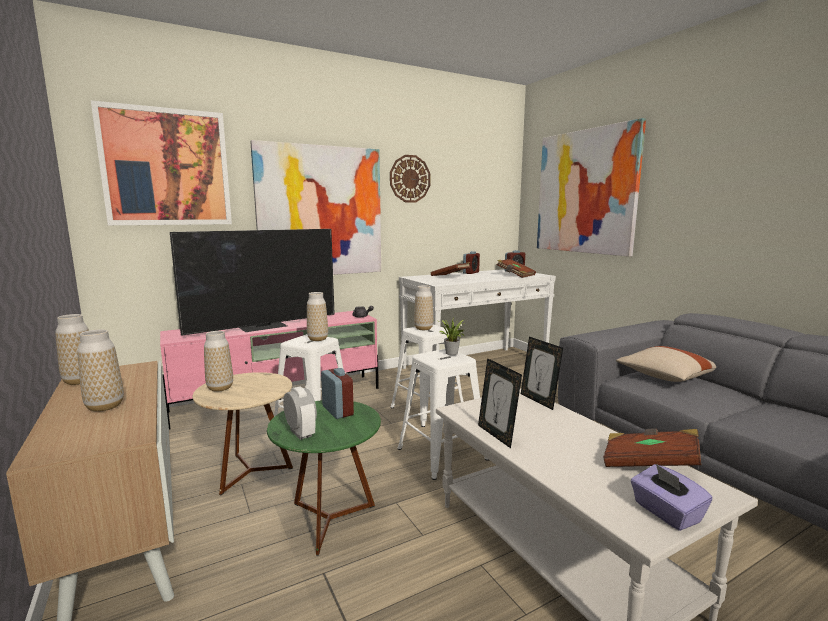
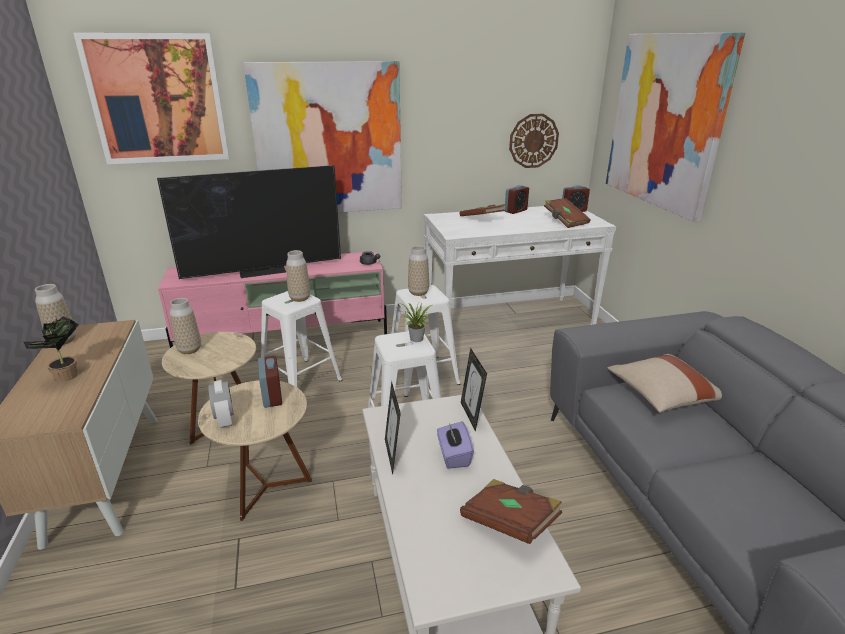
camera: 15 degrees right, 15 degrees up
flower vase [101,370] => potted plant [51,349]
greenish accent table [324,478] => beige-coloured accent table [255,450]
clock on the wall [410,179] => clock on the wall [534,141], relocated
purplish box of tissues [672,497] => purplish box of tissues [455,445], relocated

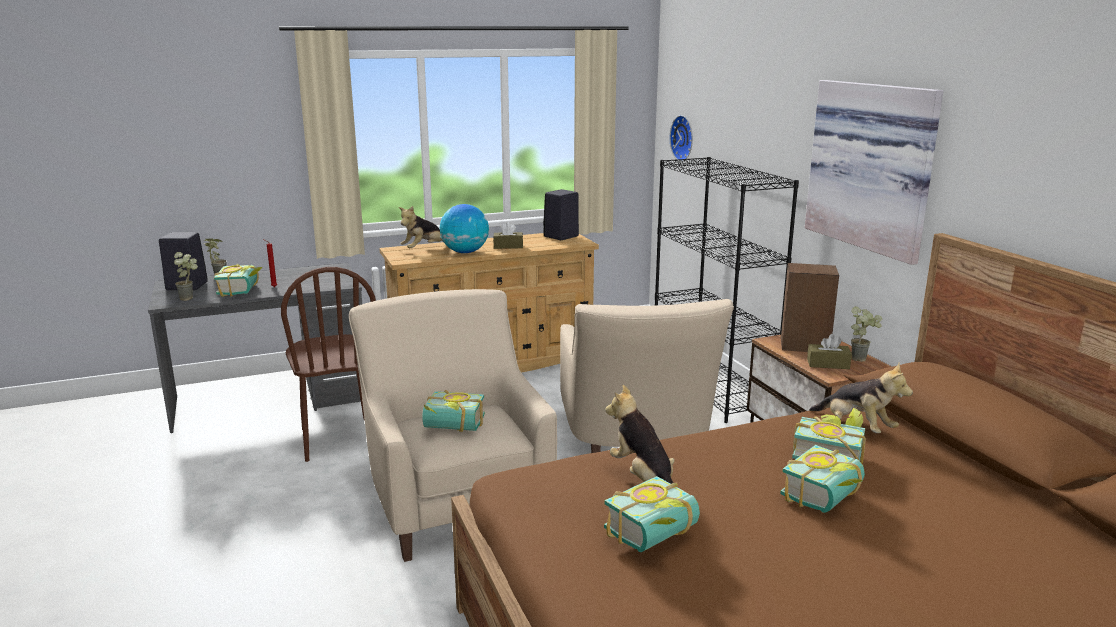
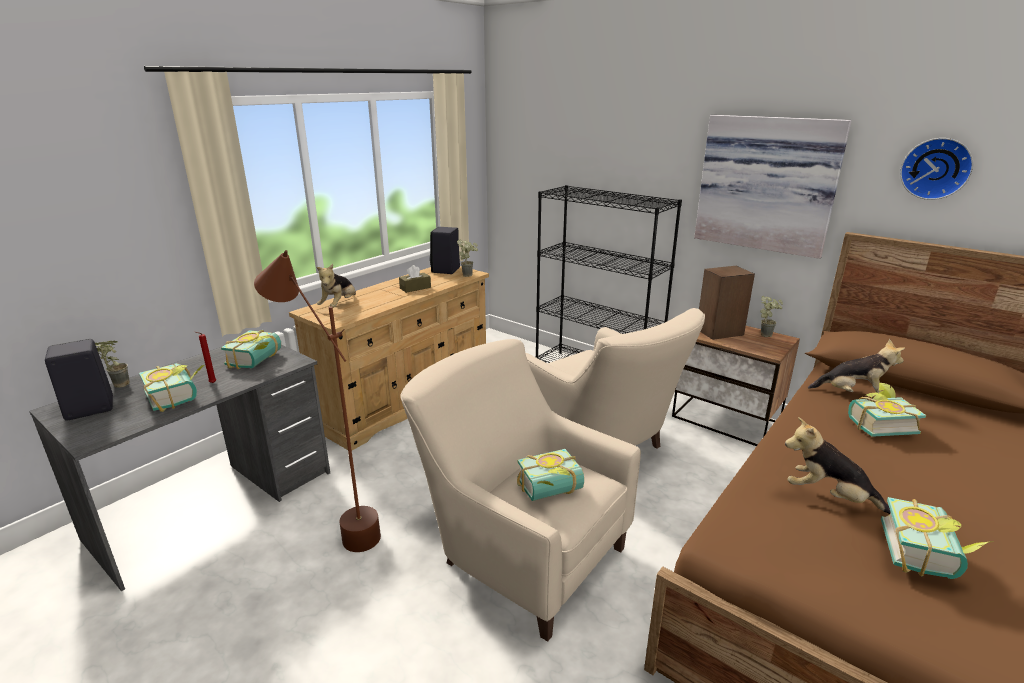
camera: 30 degrees left, 5 degrees up
potted plant [186,276] => potted plant [467,258], relocated
brownish plain chair [328,364] => brownish floor lamp [317,401]
desk globe [464,228] => nothing
clock on the wall [681,138] => clock on the wall [937,169], relocated
bound book [822,479] => bound book [251,349], relocated
brownish box of tissues [829,351] => nothing

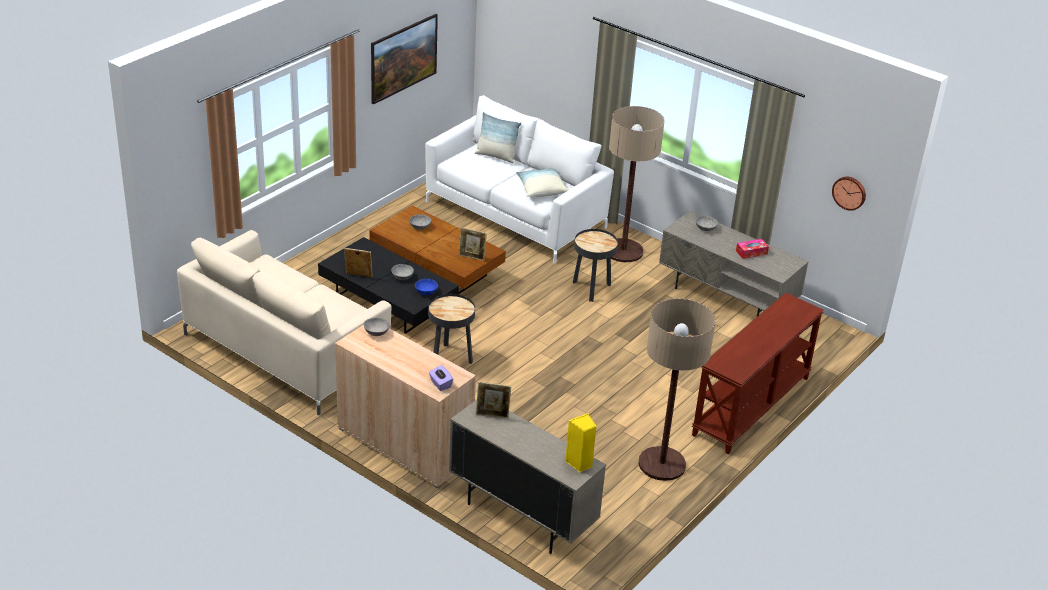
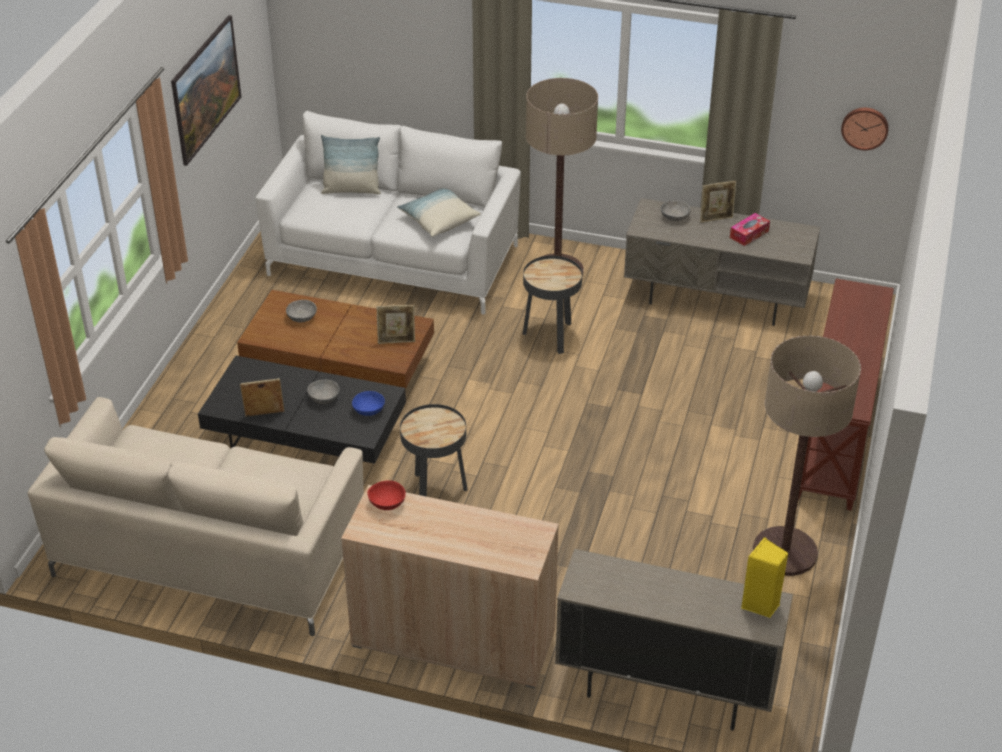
camera: 20 degrees left, 5 degrees up
gray deep dish [376,327] => red deep dish [386,495]
purplish box of tissues [441,378] => nothing
standing frame [493,400] => standing frame [718,202], relocated

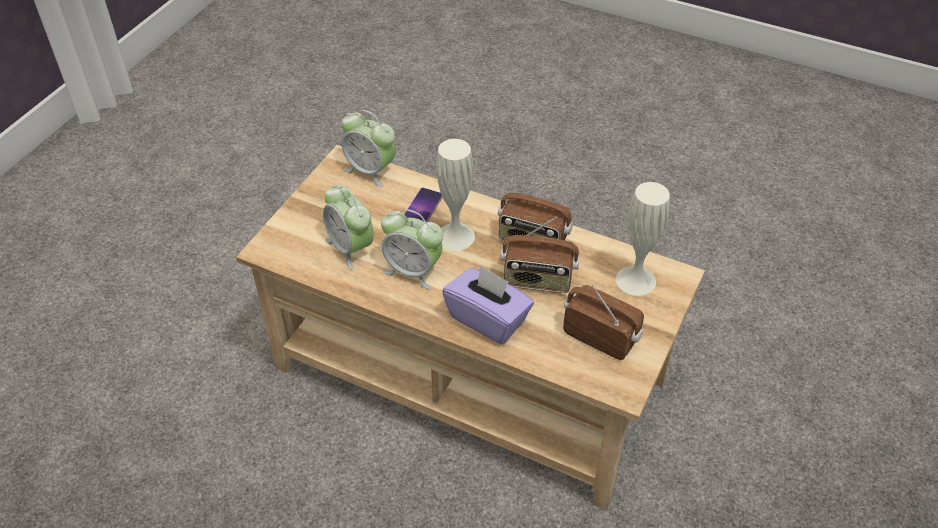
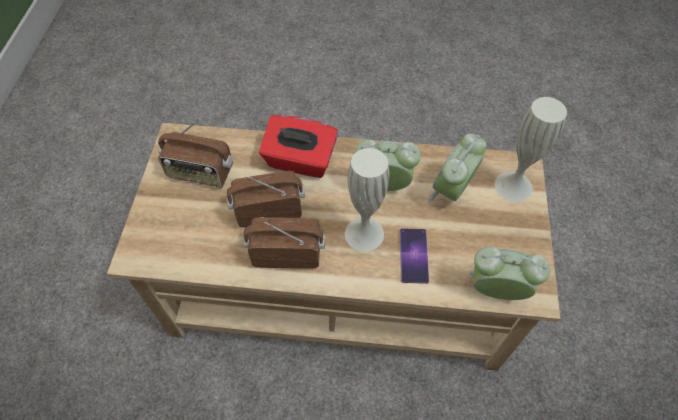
camera: 160 degrees right, 10 degrees up
alarm clock [348,227] => alarm clock [457,168], 90 degrees counterclockwise
purplish box of tissues [488,305] => red box of tissues [298,146]
white-coloured flower vase [643,239] => white-coloured flower vase [531,149], relocated

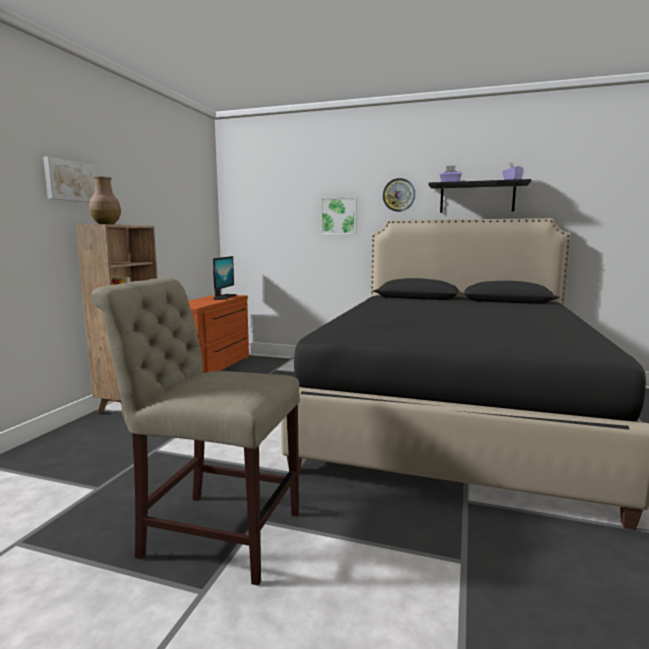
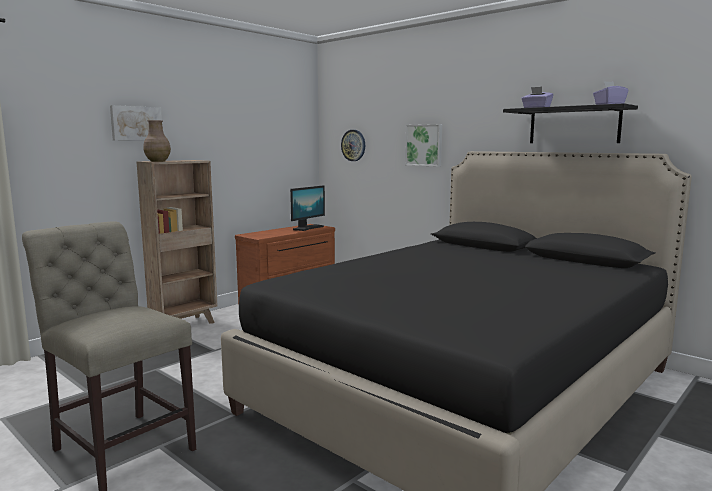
camera: 25 degrees right, 0 degrees up
clock on the wall [399,195] => clock on the wall [353,145], relocated

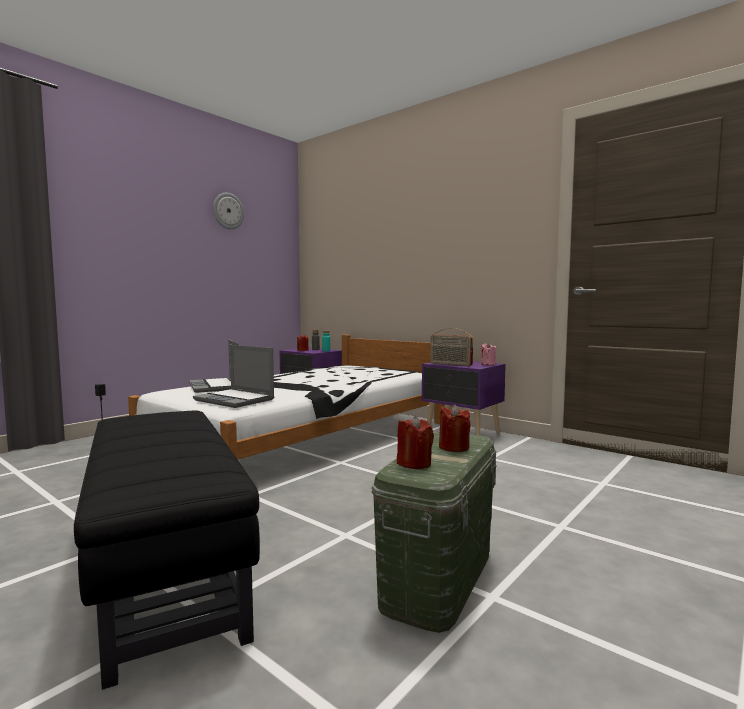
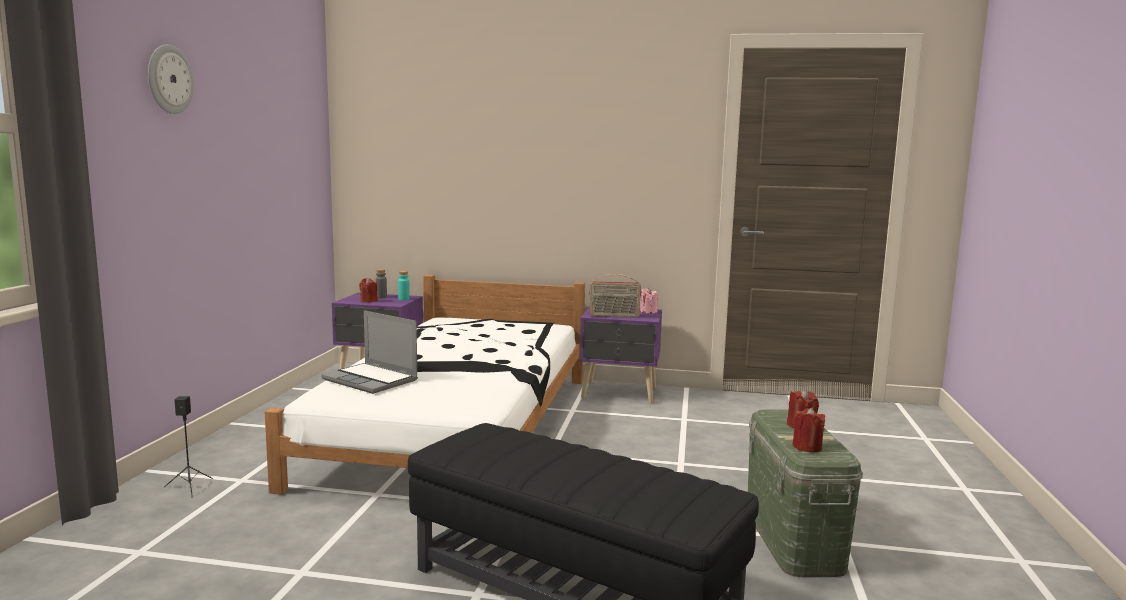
camera: 30 degrees left, 5 degrees up
portable computer [234,376] => nothing
clock on the wall [228,211] => clock on the wall [171,79], relocated

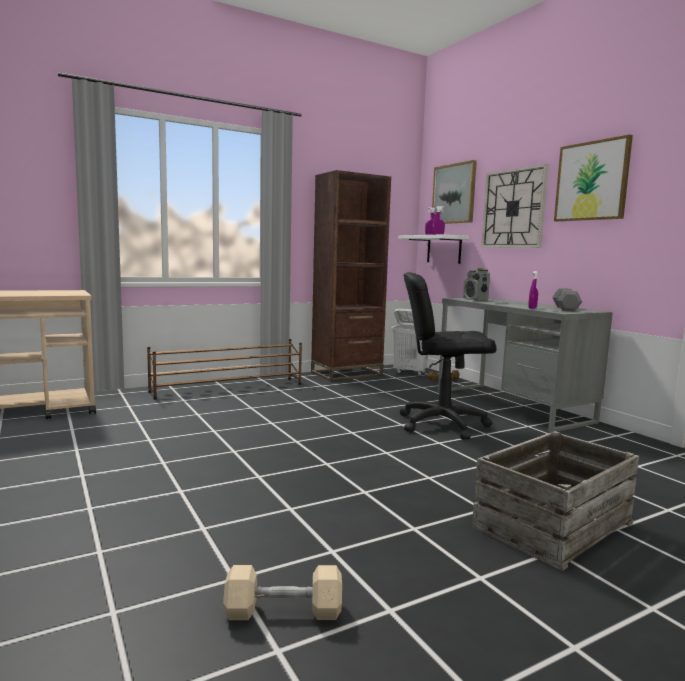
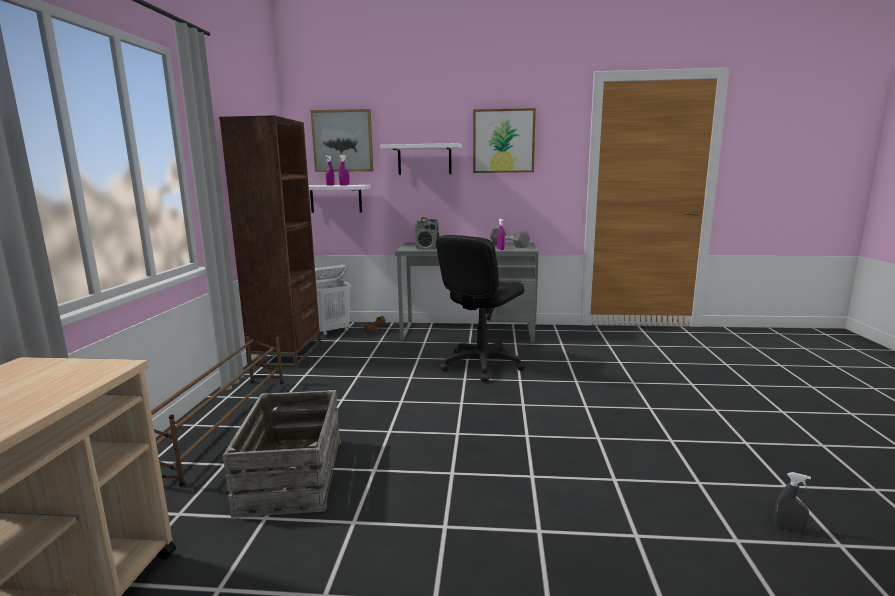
camera: 55 degrees left, 5 degrees up
beige-coloured free weight [282,592] => gray sprayer [792,502]
shipping crate [555,501] => shipping crate [282,454], relocated
clock on the wall [515,206] => white-coloured bracket shelf [421,159]

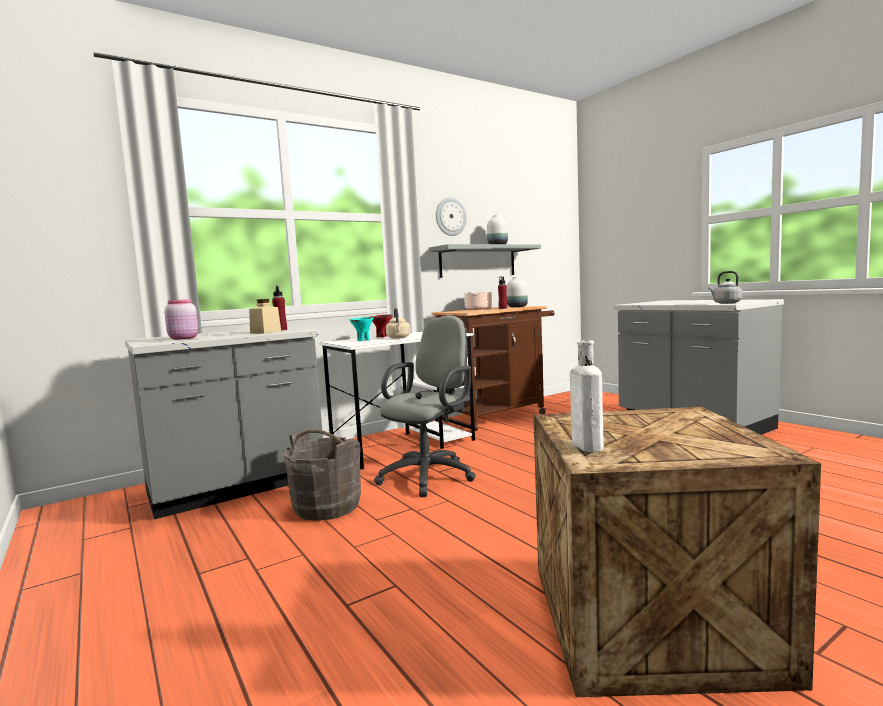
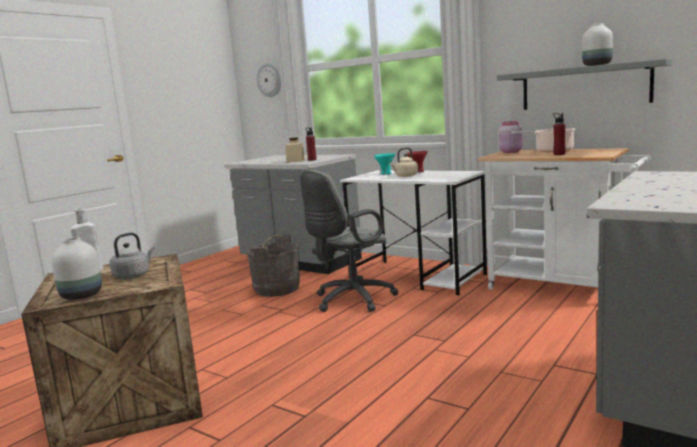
camera: 70 degrees right, 5 degrees up
pink-coloured preserve jar [181,319] => pink-coloured preserve jar [510,137], relocated
gray computer chair [425,406] => gray computer chair [349,241], 120 degrees clockwise
brownish trolley [493,368] => white-coloured trolley [564,219]
clock on the wall [451,216] => clock on the wall [269,80], relocated
white-coloured flower vase [517,292] => white-coloured flower vase [77,268], relocated
gray tea kettle [725,287] => gray tea kettle [132,255], relocated

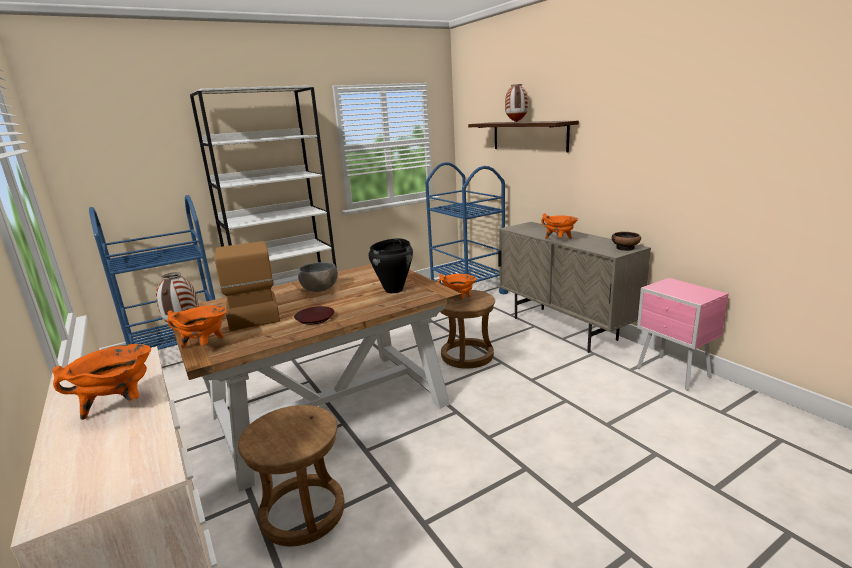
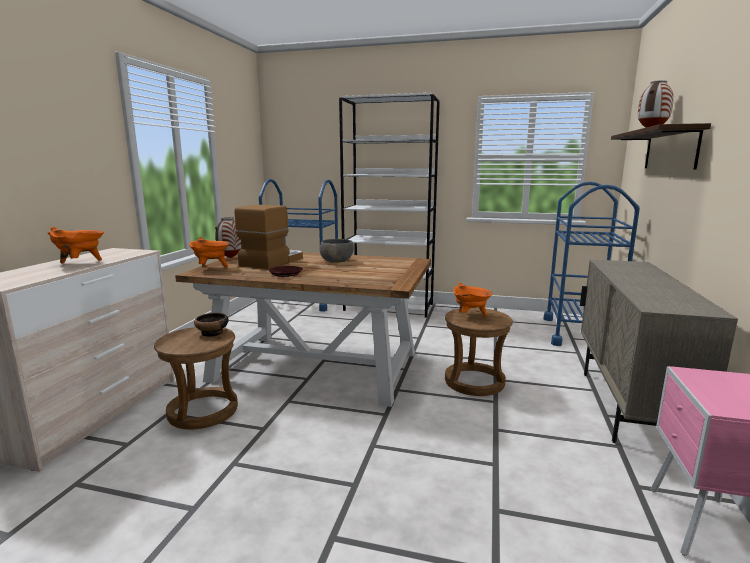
camera: 45 degrees right, 5 degrees down
black stockpot [391,265] => nothing
orange-coloured stockpot [560,226] => nothing
deep dish [626,241] => deep dish [211,325], relocated

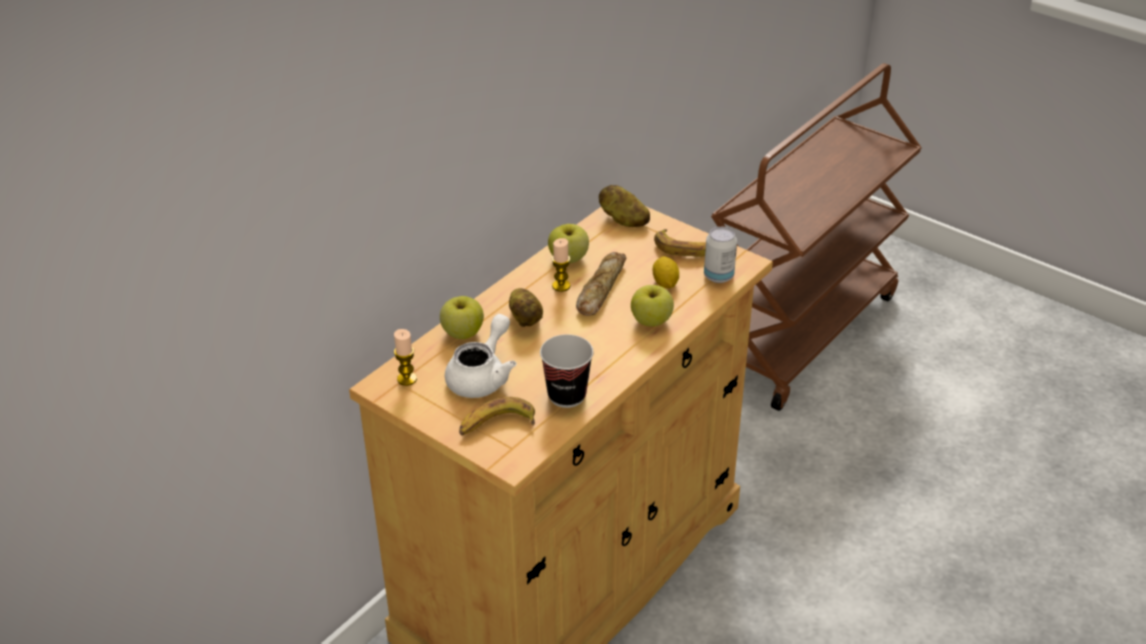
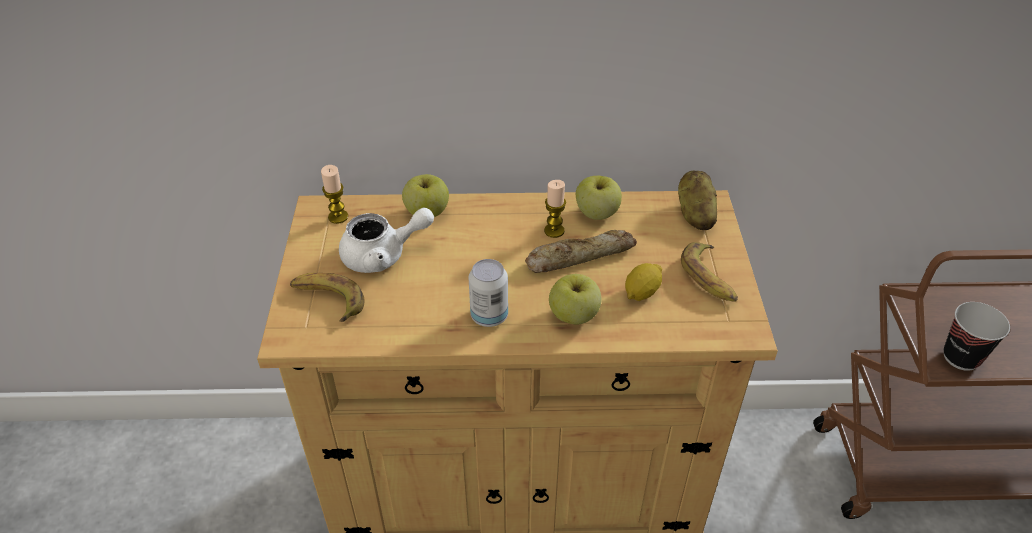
camera: 50 degrees right, 5 degrees up
spud [526,307] => nothing
drinking cup [566,371] => drinking cup [977,336], relocated
metal can [720,255] => metal can [488,293], relocated

